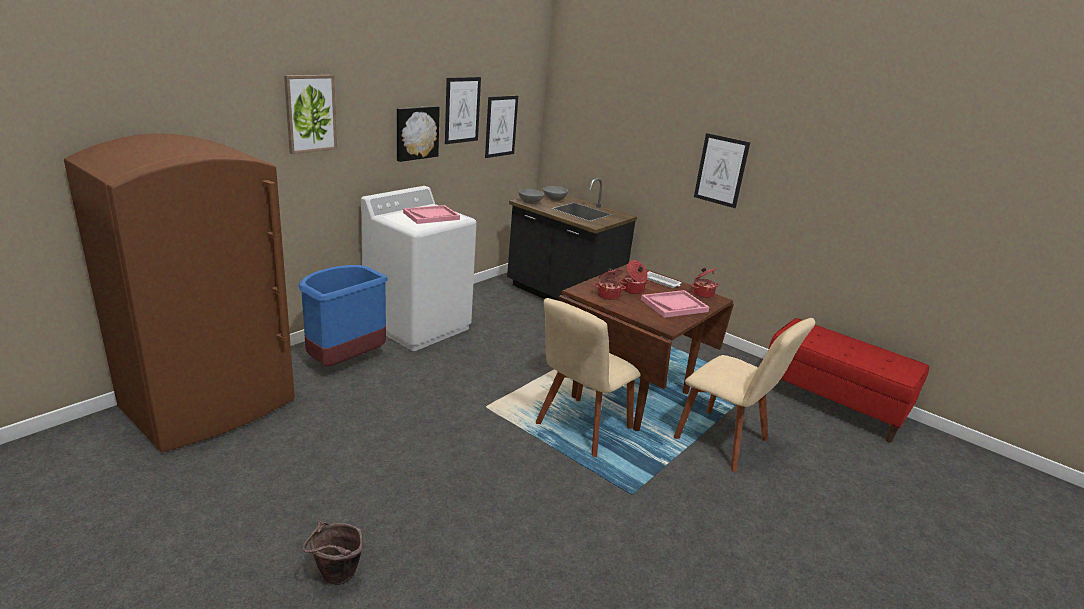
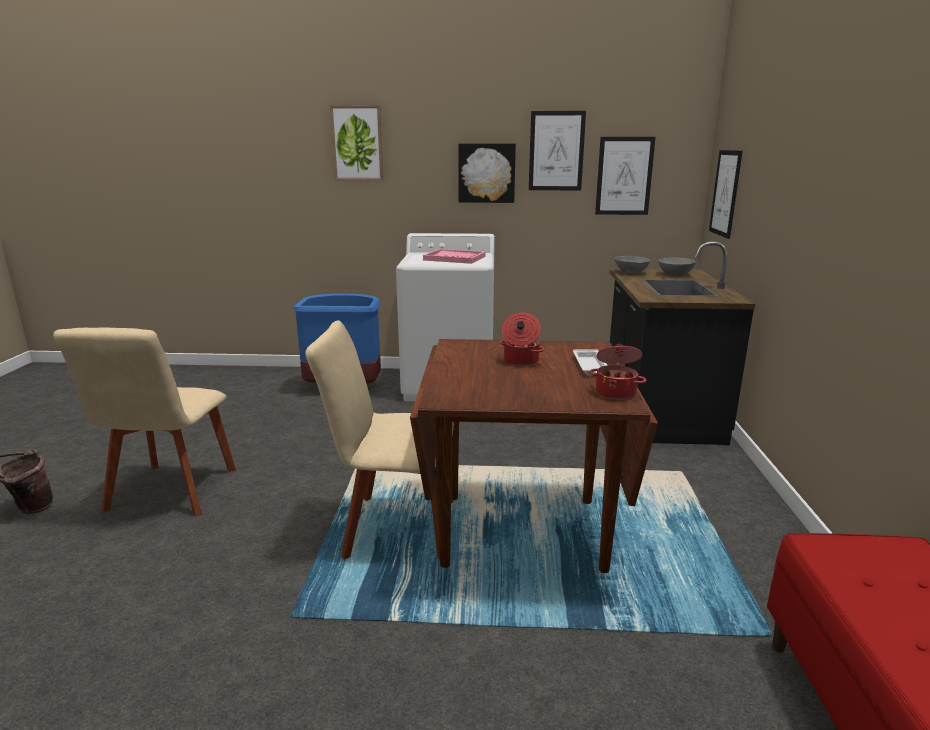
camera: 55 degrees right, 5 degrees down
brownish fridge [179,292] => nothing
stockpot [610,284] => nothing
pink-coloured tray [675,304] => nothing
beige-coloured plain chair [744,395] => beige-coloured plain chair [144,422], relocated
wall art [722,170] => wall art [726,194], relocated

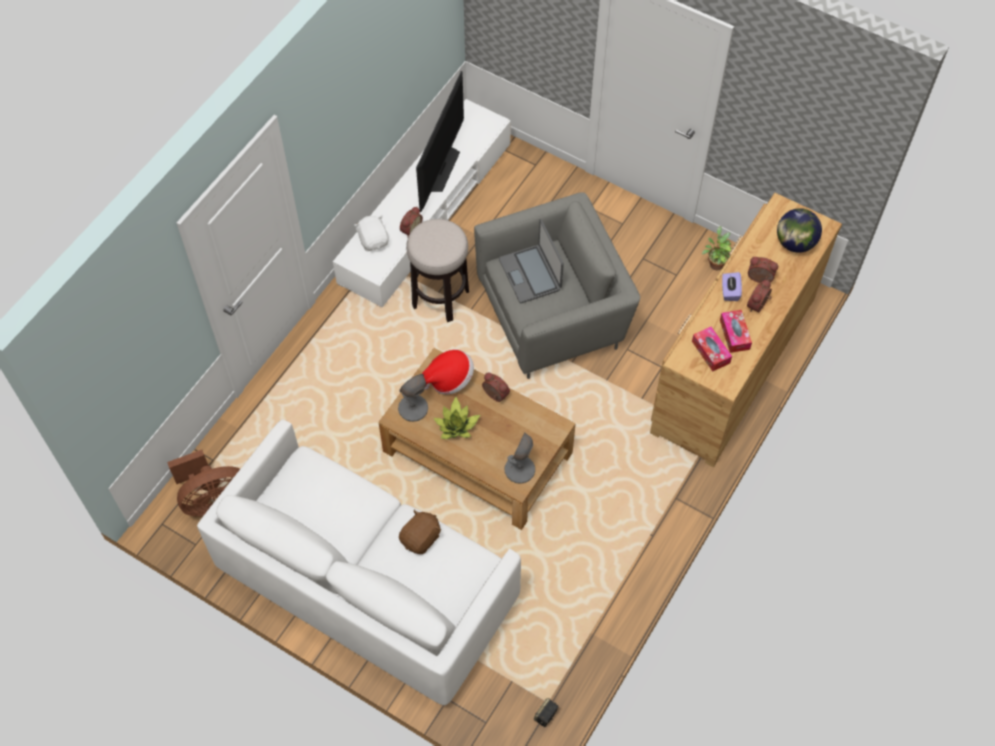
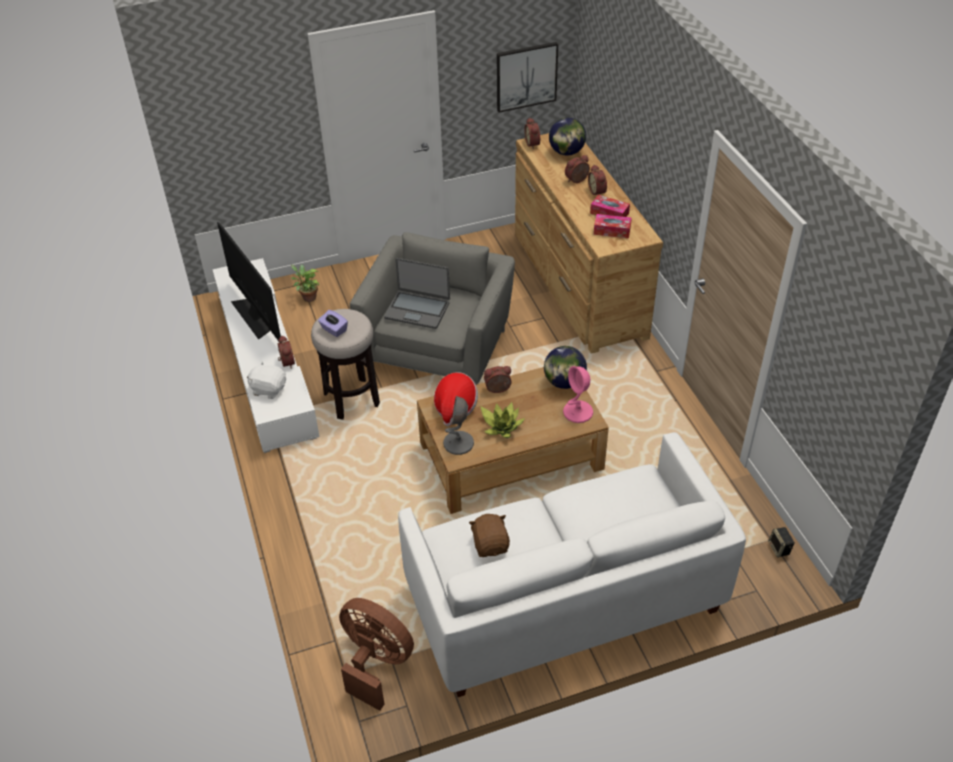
camera: 50 degrees left, 15 degrees down
brownish fan [203,483] => brownish fan [376,654], 75 degrees counterclockwise
brownish plush toy [420,531] => brownish plush toy [489,535], relocated
gray table lamp [519,458] => pink-coloured table lamp [578,394]
potted plant [717,248] => potted plant [305,283], relocated
purplish box of tissues [732,286] => purplish box of tissues [333,323], relocated
nothing => wall art [527,77]
nothing => alarm clock [532,133]
nothing => desk globe [565,367]

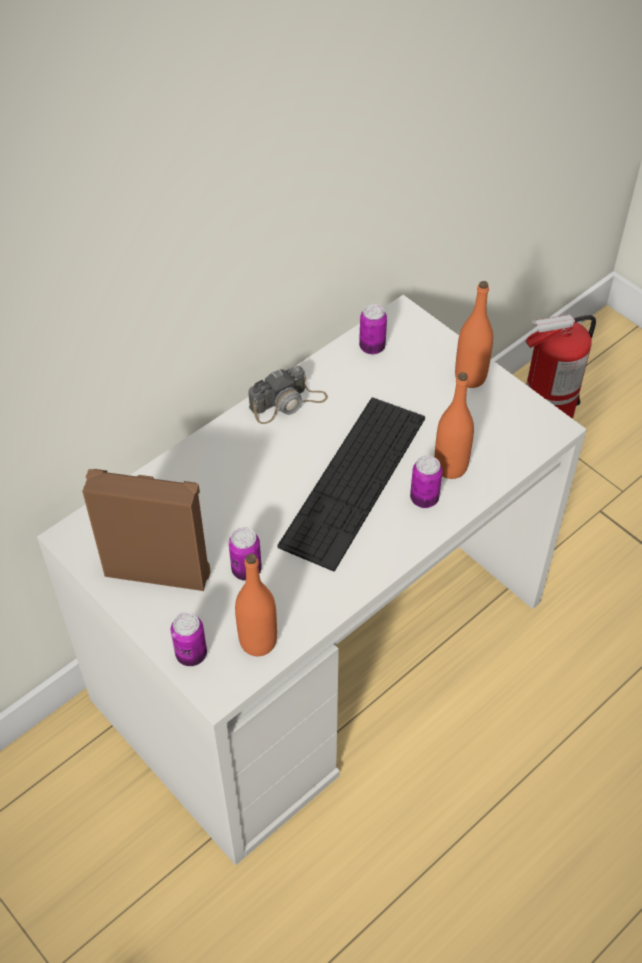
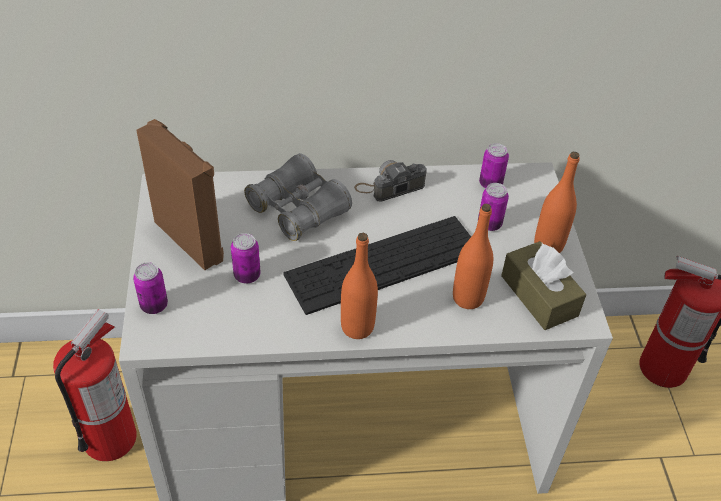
camera: 35 degrees right, 5 degrees down
orange-coloured drink bottle [256,604] => orange-coloured drink bottle [359,286], relocated
still camera [288,395] => still camera [390,181], 150 degrees clockwise
metal can [426,482] => metal can [493,207], relocated
nothing => fire-fighting cylinder [95,385]
nothing => gray field glasses [298,197]
nothing => brownish box of tissues [543,285]

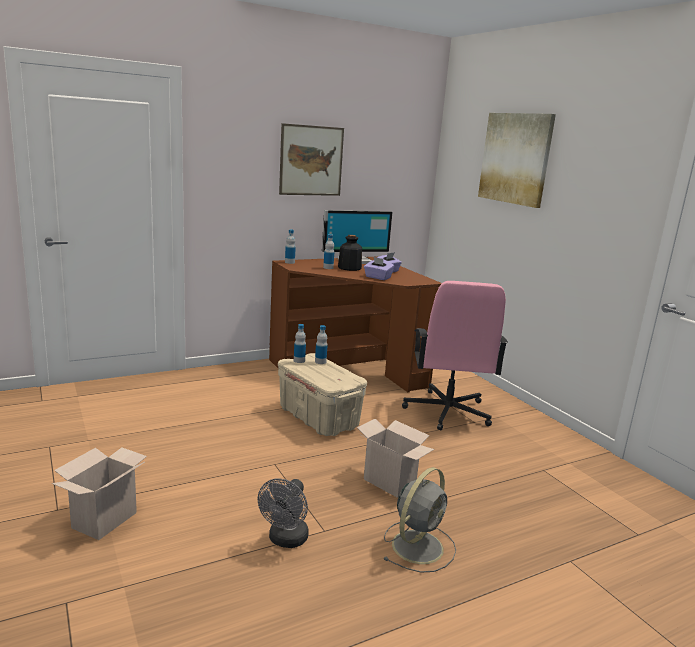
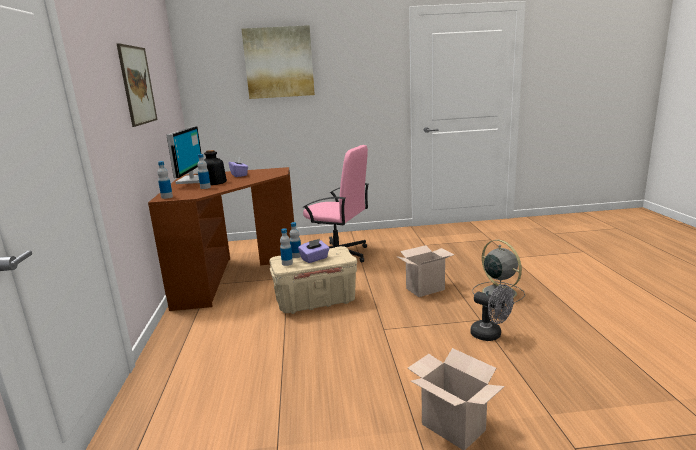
camera: 65 degrees left, 0 degrees up
purplish box of tissues [379,268] => purplish box of tissues [314,251], relocated

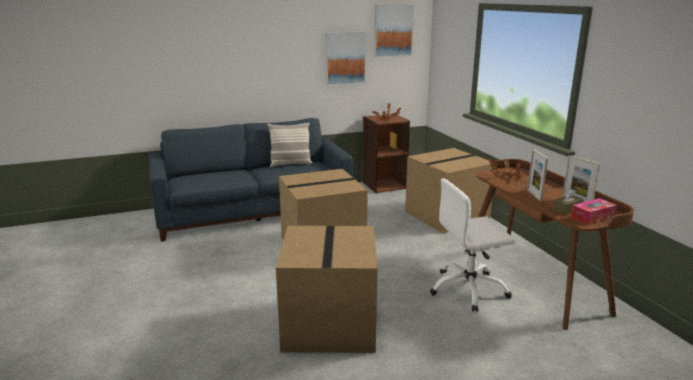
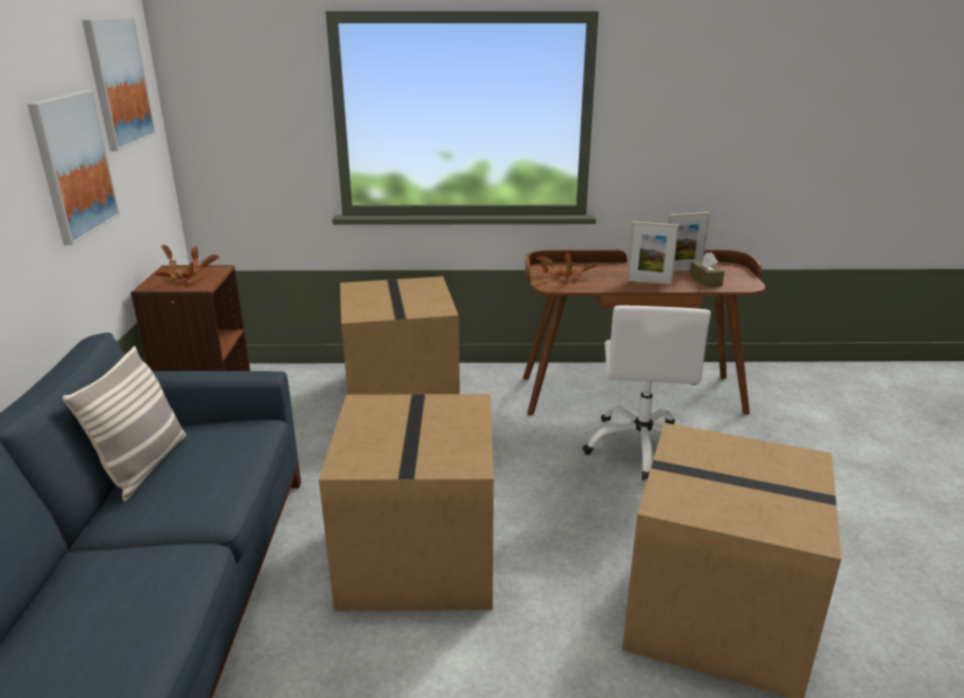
camera: 70 degrees left, 5 degrees up
box of tissues [593,211] => nothing

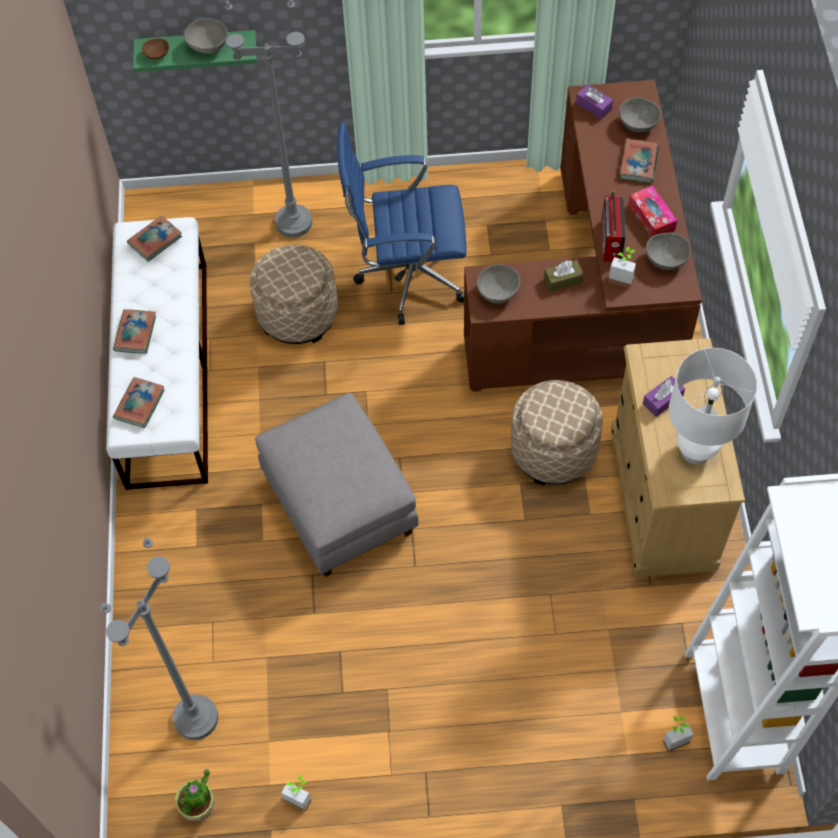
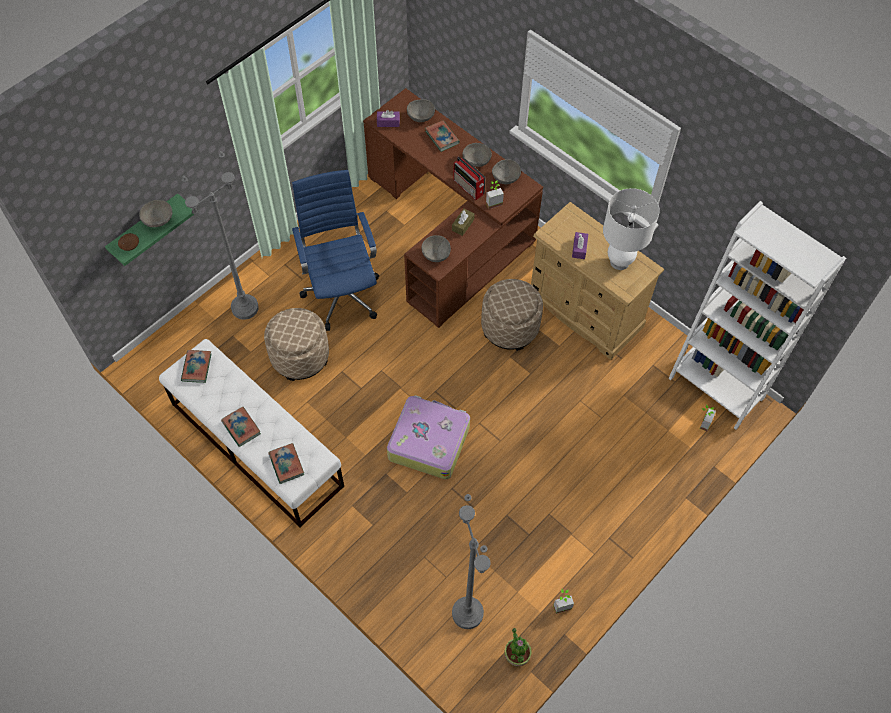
camera: 45 degrees left, 0 degrees up
gray ottoman [337,485] => travel case [428,437]
blue-coloured computer chair [402,223] => blue-coloured computer chair [335,250], 120 degrees clockwise
box of tissues [653,211] => gray deep dish [477,155]

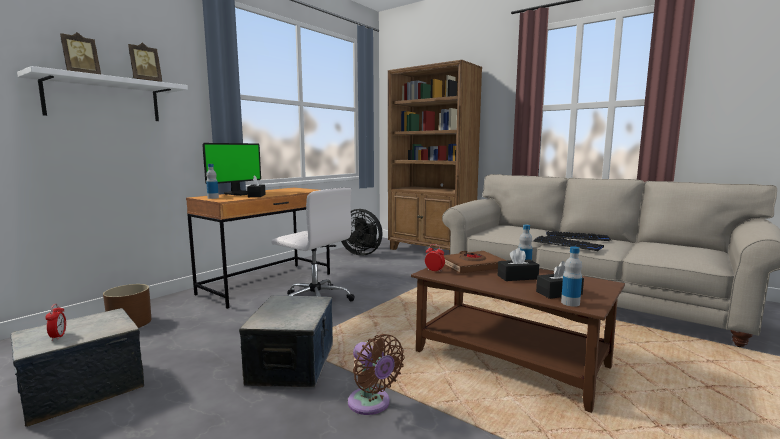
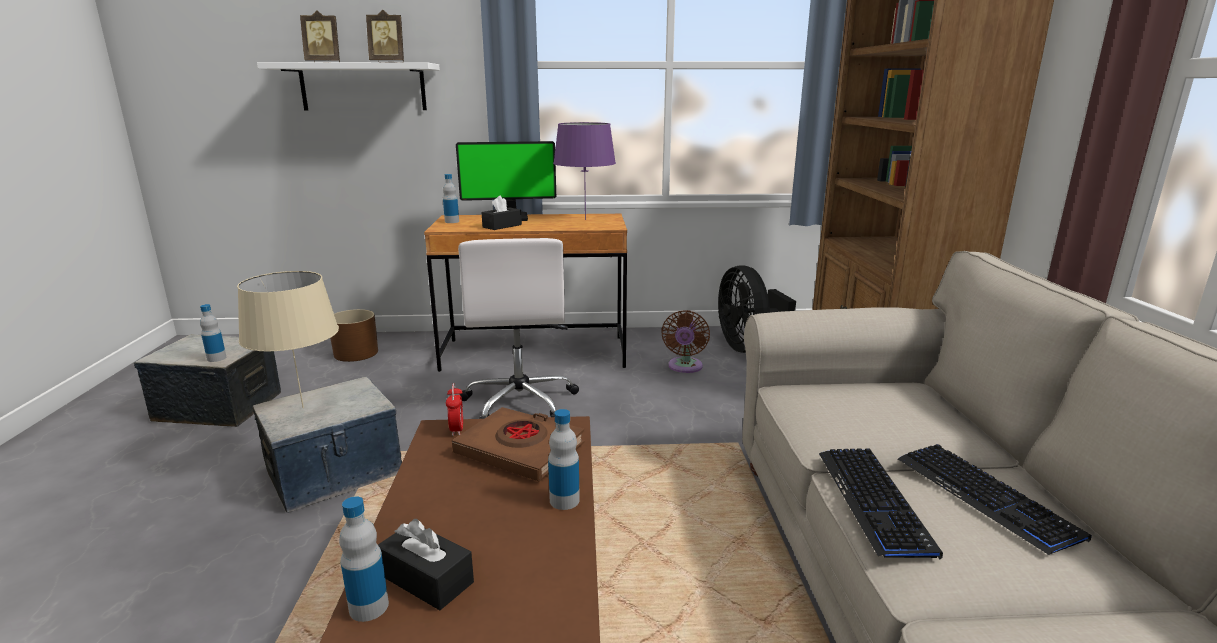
camera: 50 degrees right, 10 degrees up
alarm clock [56,322] => nothing
brownish fan [376,374] => brownish fan [685,341], relocated
black box of tissues [518,264] => nothing
nothing => drink bottle [213,333]
nothing => beige-coloured table lamp [288,339]
nothing => purplish table lamp [584,171]

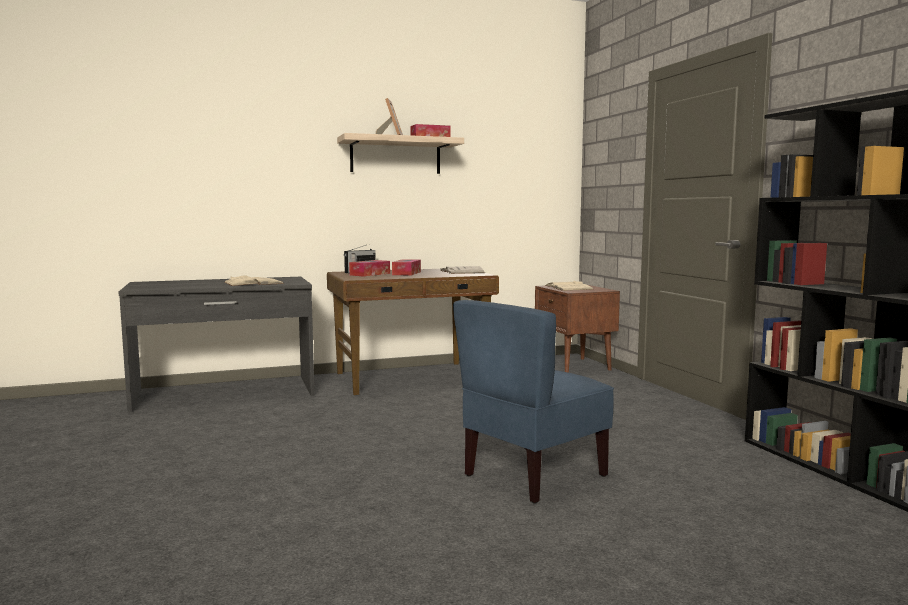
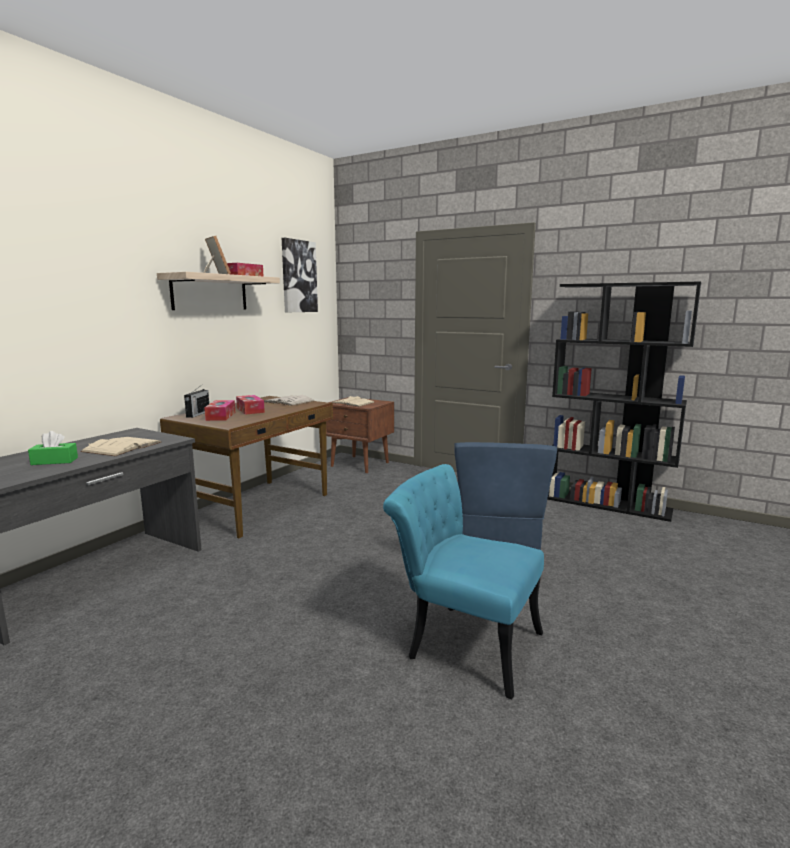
camera: 40 degrees left, 5 degrees up
nothing => greenish box of tissues [53,448]
nothing => wall art [300,275]
nothing => turquoise plain chair [463,581]

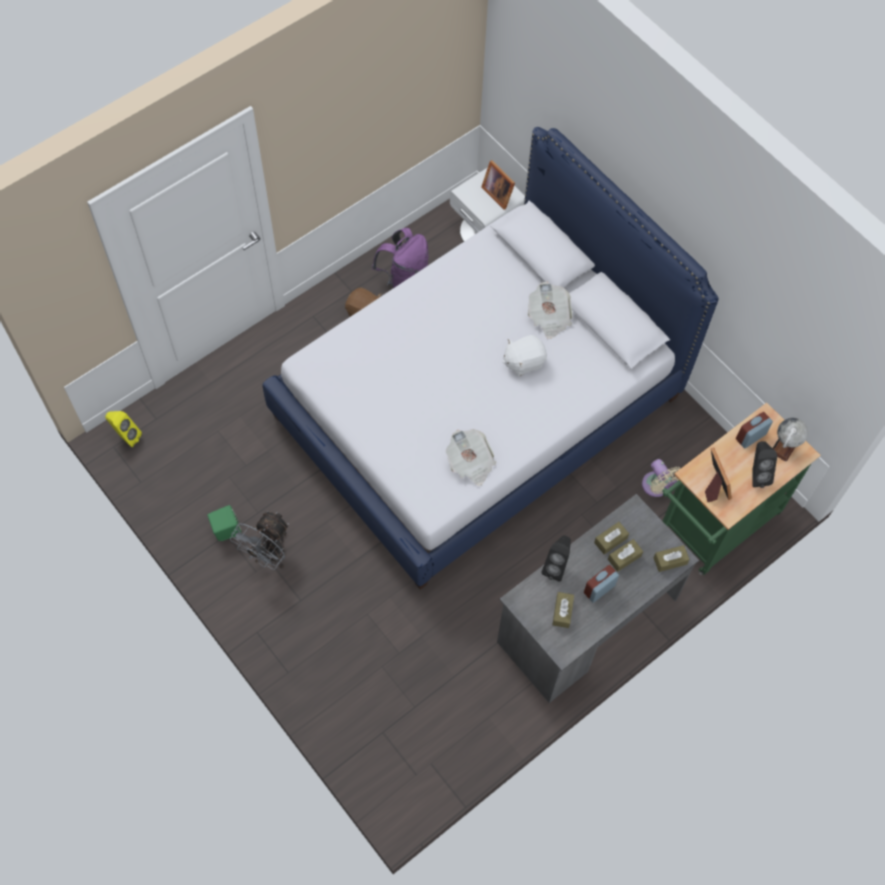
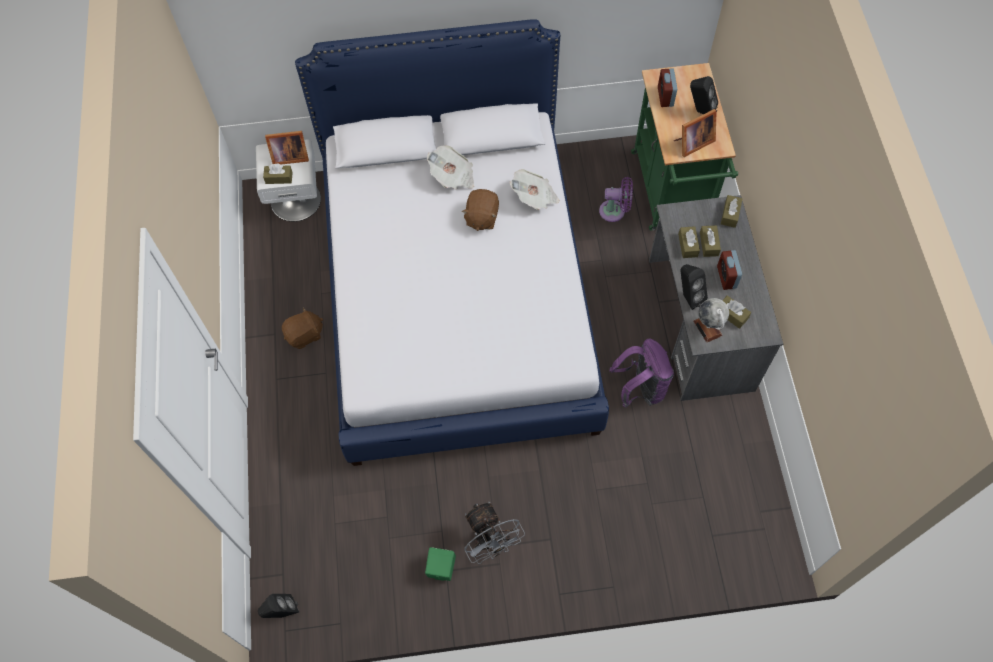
camera: 55 degrees left, 0 degrees up
yellow-coloured audio speaker [123,429] => black audio speaker [279,606]
purplish knapsack [400,258] => purplish knapsack [641,373], relocated
daily paper [471,457] => daily paper [535,189], relocated
white-coloured plush toy [524,355] => brownish plush toy [480,210]
beige-coloured fan [661,478] => purplish fan [616,199]
standing frame [718,475] => standing frame [695,133], 135 degrees clockwise
desk globe [790,440] => desk globe [711,320], relocated
nothing => brownish box of tissues [278,174]

